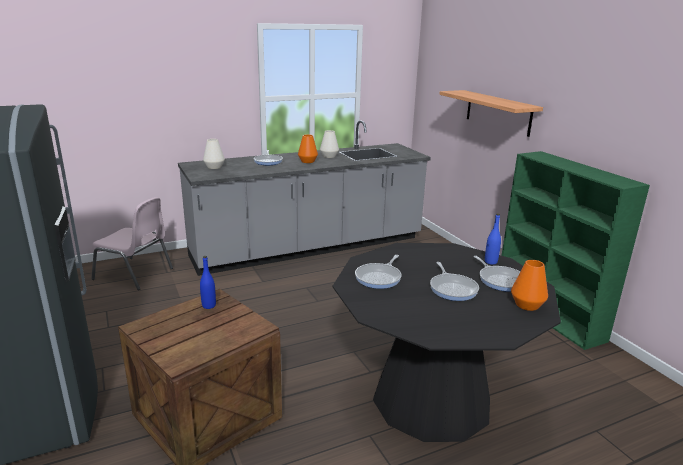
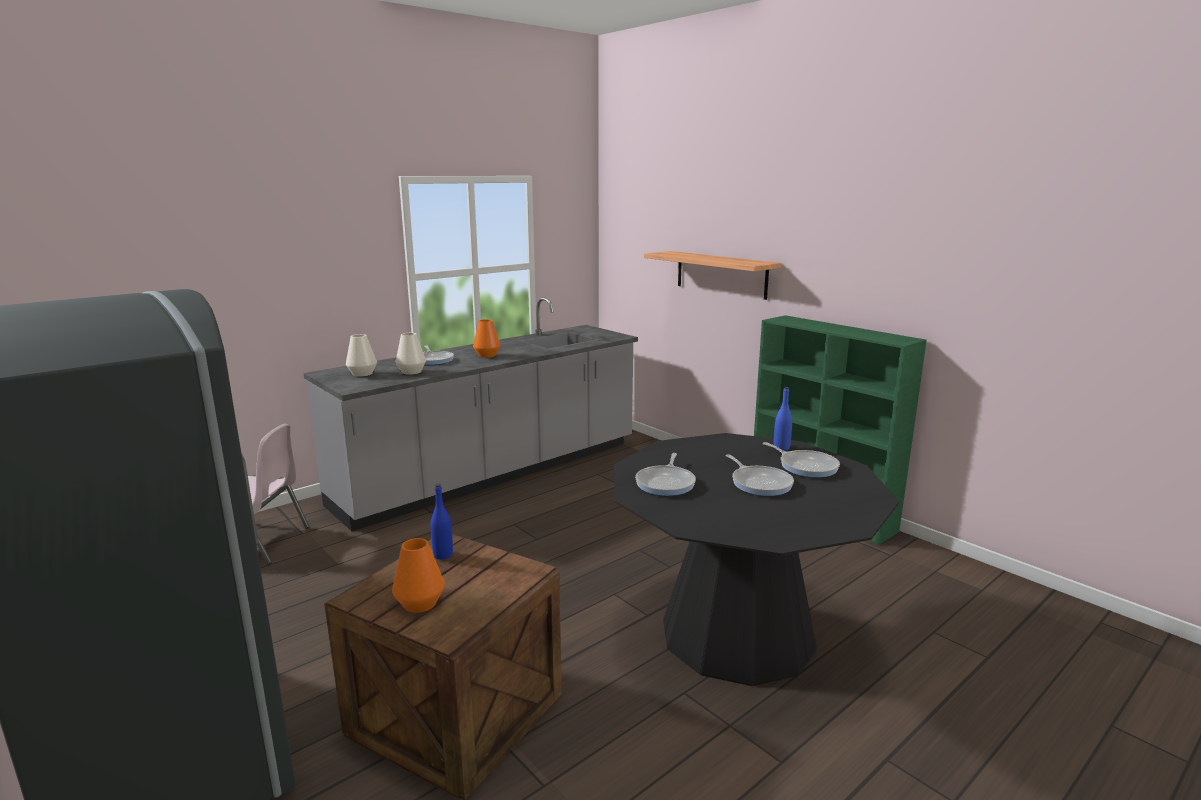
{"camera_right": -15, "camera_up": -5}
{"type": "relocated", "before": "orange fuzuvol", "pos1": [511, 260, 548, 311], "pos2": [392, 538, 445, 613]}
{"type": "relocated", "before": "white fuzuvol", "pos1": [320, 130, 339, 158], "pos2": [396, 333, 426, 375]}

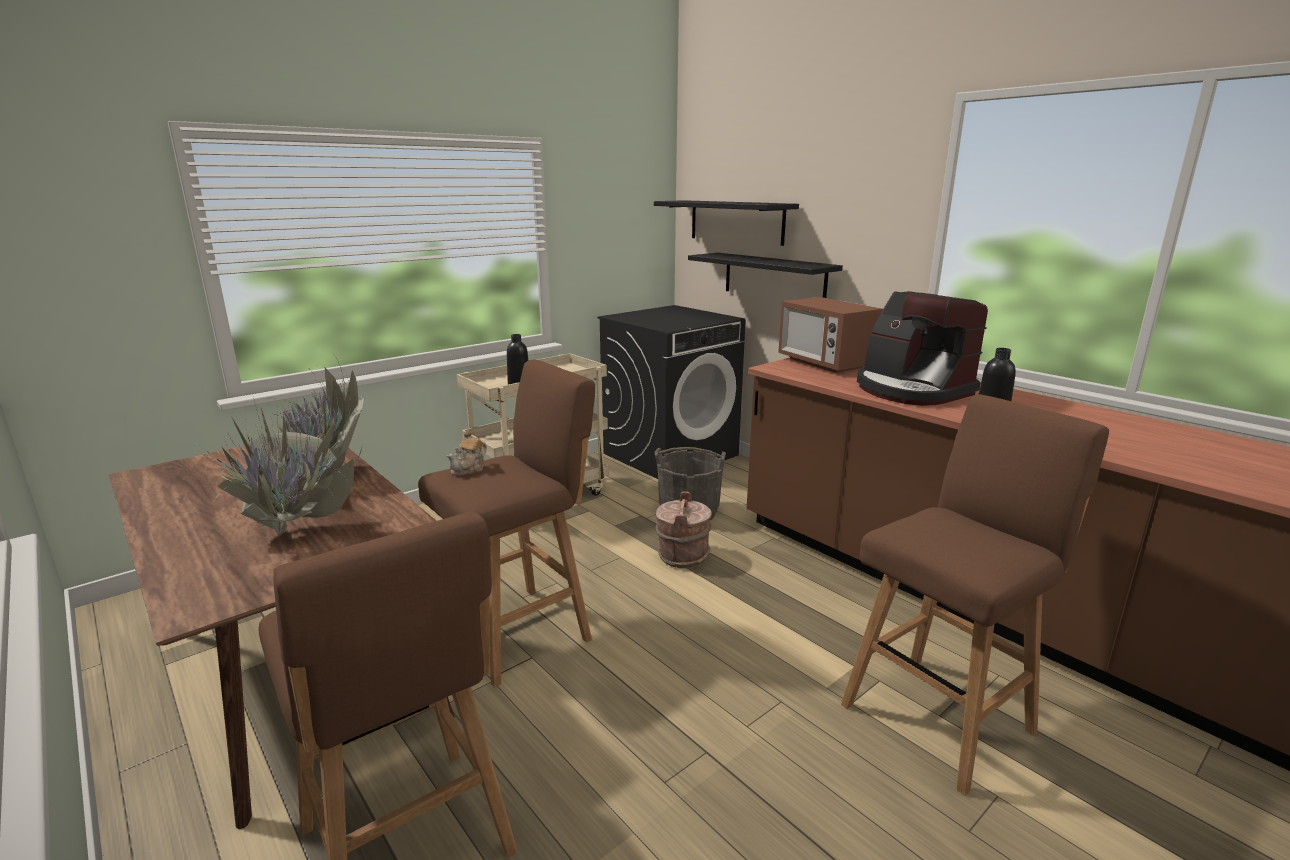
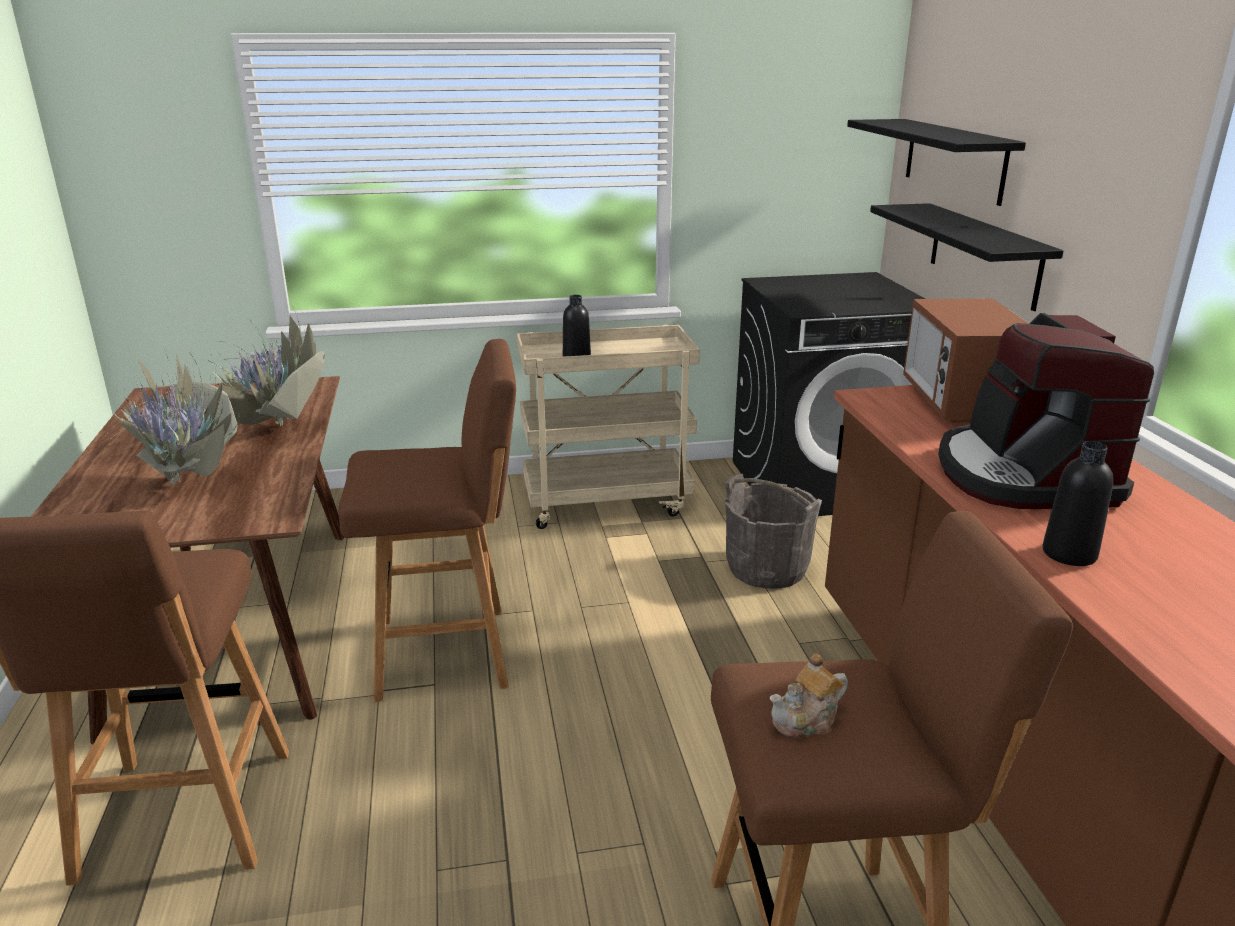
{"camera_right": 30, "camera_up": 5}
{"type": "relocated", "before": "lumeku", "pos1": [447, 430, 487, 476], "pos2": [770, 653, 848, 737]}
{"type": "missing", "before": "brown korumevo", "pos1": [655, 491, 712, 568]}

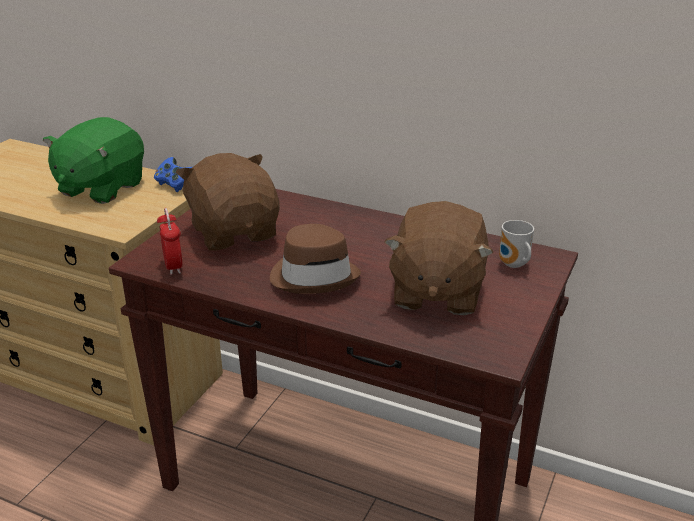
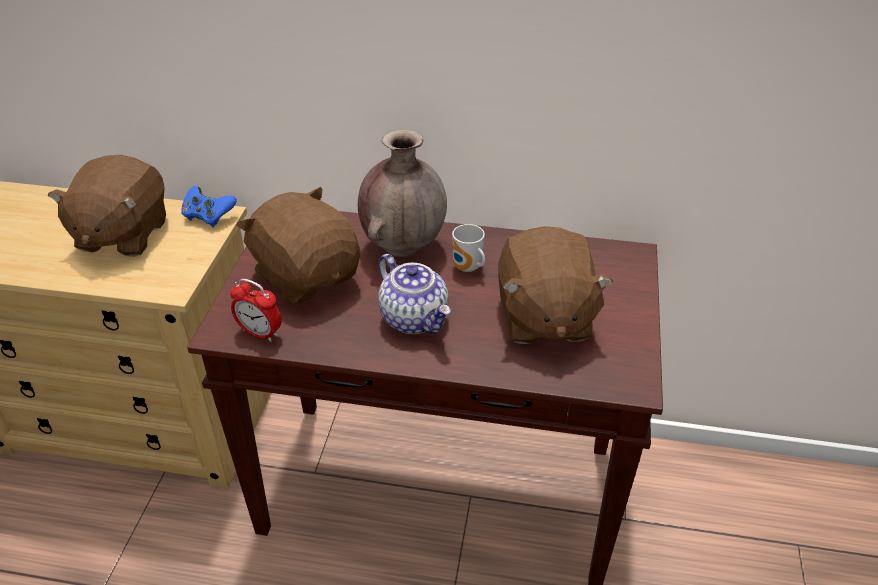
{"camera_right": -15, "camera_up": 10}
{"type": "colour", "before": "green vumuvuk", "after": "brown vumuvuk", "pos1": [43, 117, 144, 204], "pos2": [48, 155, 166, 257]}
{"type": "spun", "before": "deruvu", "pos1": [157, 208, 182, 275], "pos2": [230, 279, 282, 342], "turn": 150}
{"type": "appeared", "after": "brown fuzuvol", "pos2": [358, 130, 447, 257]}
{"type": "exchanged", "before": "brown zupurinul", "after": "lumeku", "pos1": [270, 224, 361, 294], "pos2": [378, 254, 451, 334]}
{"type": "relocated", "before": "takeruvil", "pos1": [499, 220, 534, 268], "pos2": [452, 224, 485, 272]}

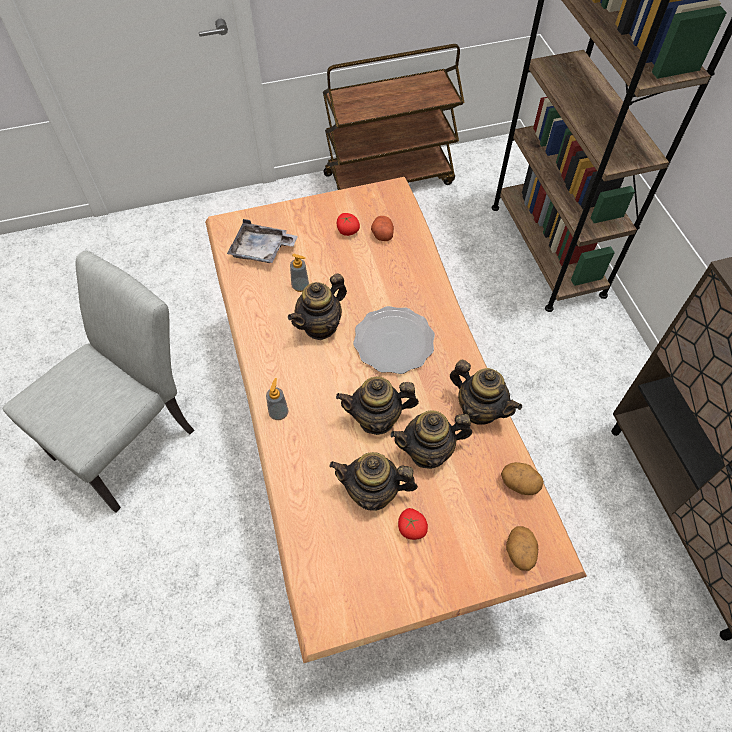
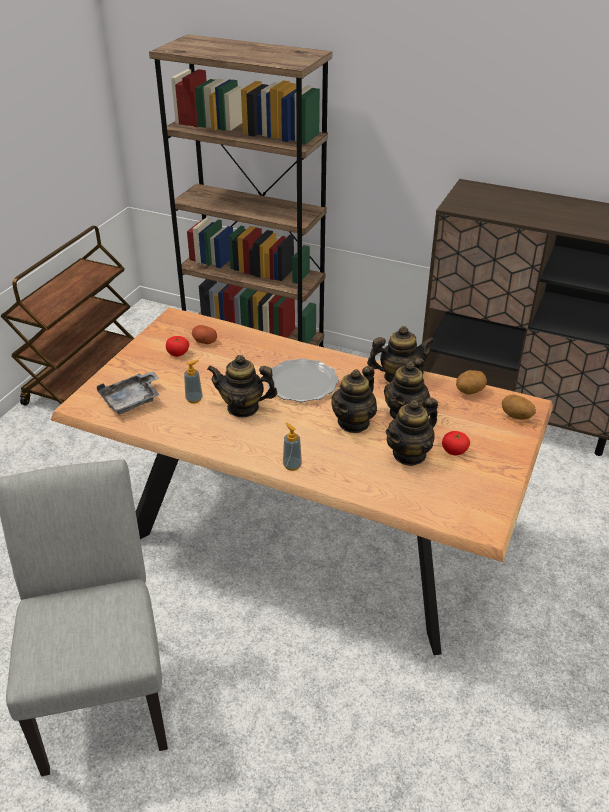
{"camera_right": -50, "camera_up": -20}
{"type": "spun", "before": "lumeku", "pos1": [288, 273, 347, 340], "pos2": [207, 355, 277, 417], "turn": 105}

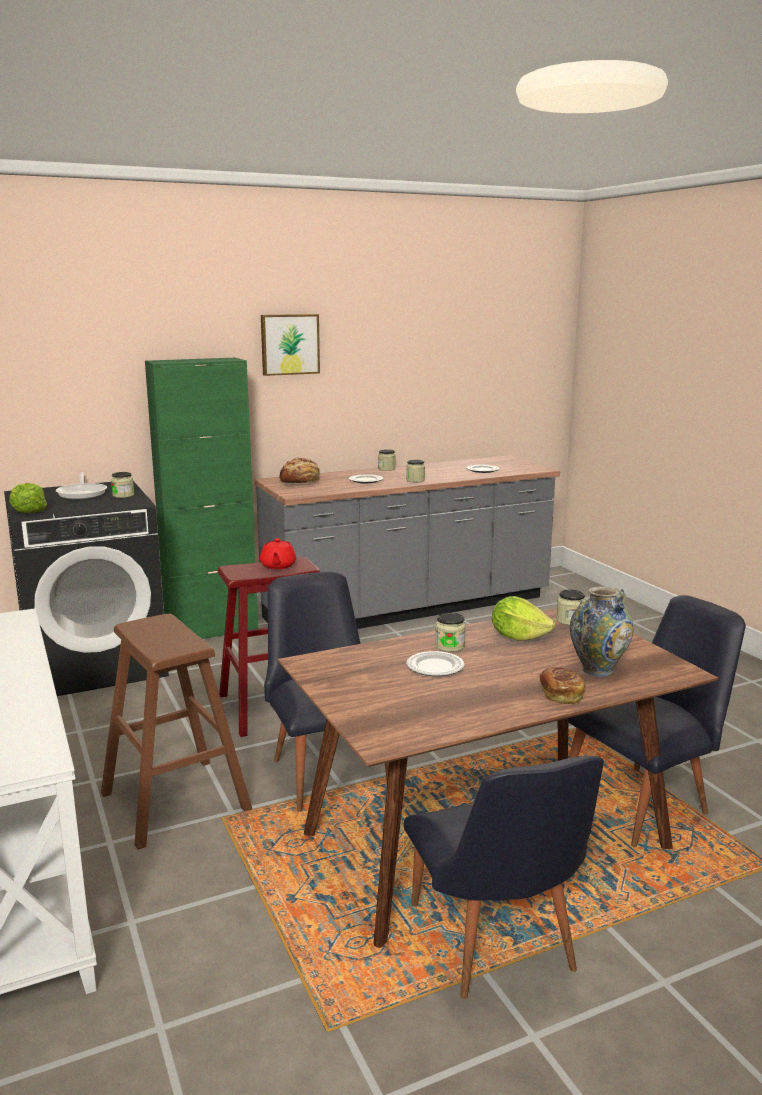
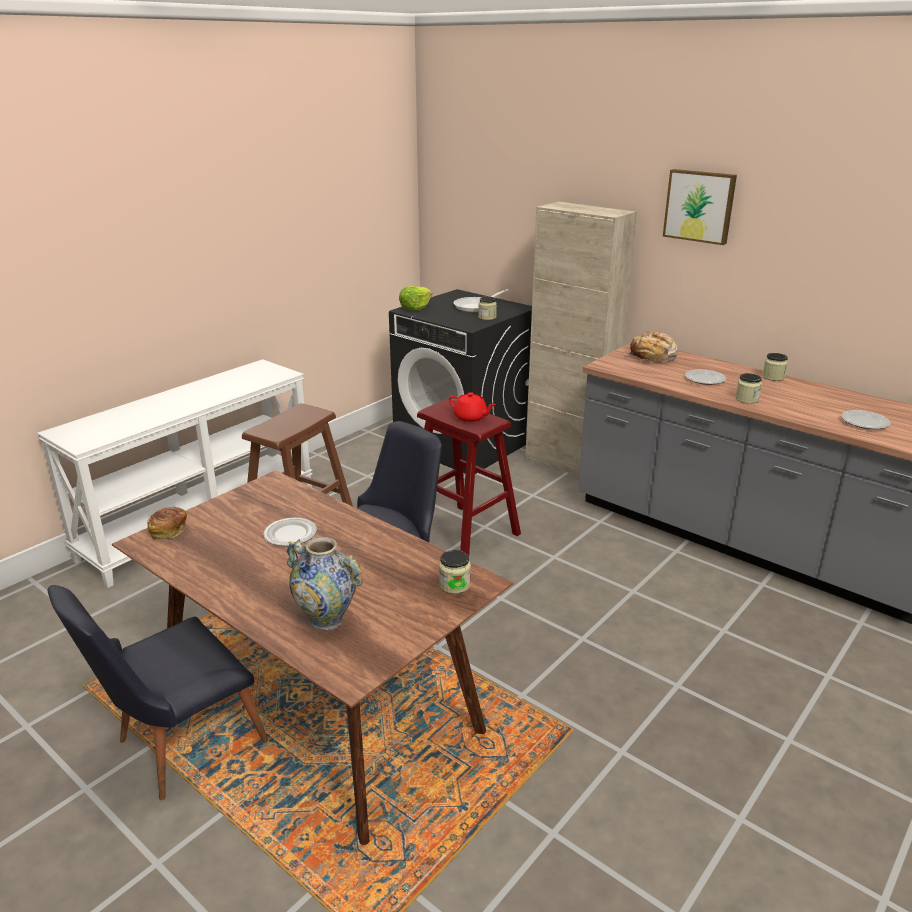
{"camera_right": 65, "camera_up": 10}
{"type": "relocated", "before": "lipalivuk", "pos1": [540, 667, 586, 704], "pos2": [147, 507, 187, 540]}
{"type": "spun", "before": "red lumeku", "pos1": [260, 538, 296, 569], "pos2": [449, 392, 496, 422], "turn": -120}
{"type": "colour", "before": "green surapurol", "after": "beige surapurol", "pos1": [145, 357, 258, 639], "pos2": [525, 202, 637, 477]}
{"type": "missing", "before": "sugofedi", "pos1": [435, 613, 466, 652]}
{"type": "missing", "before": "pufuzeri", "pos1": [492, 596, 555, 641]}
{"type": "missing", "before": "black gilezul", "pos1": [567, 595, 746, 847]}

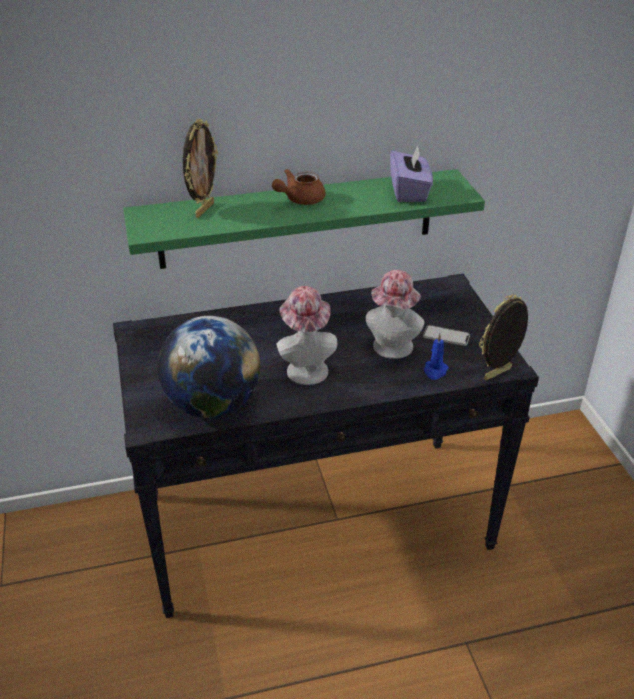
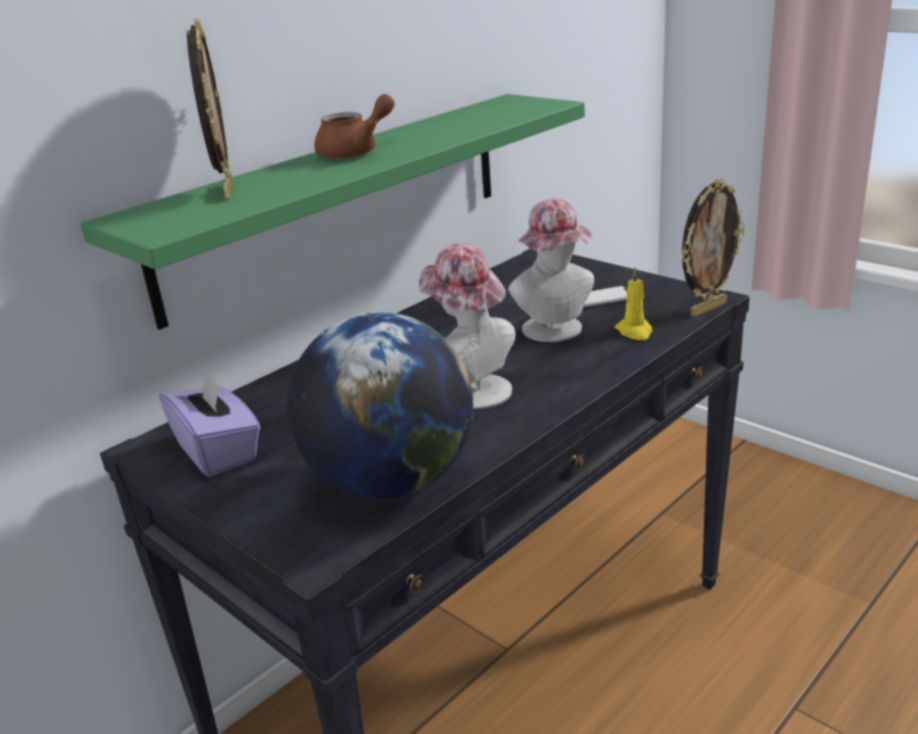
{"camera_right": -30, "camera_up": -10}
{"type": "relocated", "before": "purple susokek", "pos1": [390, 146, 433, 202], "pos2": [159, 369, 260, 477]}
{"type": "spun", "before": "brown lumeku", "pos1": [272, 169, 325, 205], "pos2": [314, 94, 395, 159], "turn": -150}
{"type": "colour", "before": "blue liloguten", "after": "yellow liloguten", "pos1": [424, 333, 449, 380], "pos2": [615, 267, 652, 340]}
{"type": "spun", "before": "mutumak", "pos1": [479, 294, 528, 380], "pos2": [681, 178, 744, 317], "turn": -150}

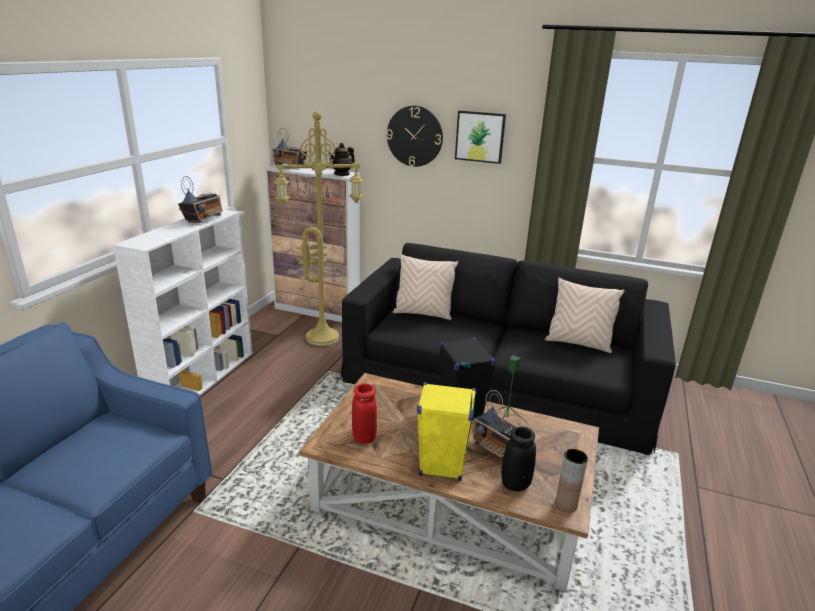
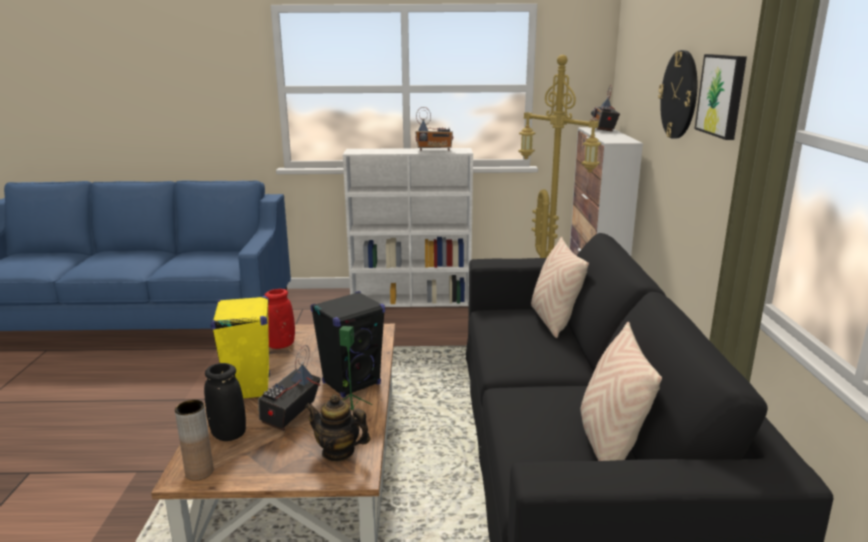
{"camera_right": 70, "camera_up": -5}
{"type": "relocated", "before": "lumeku", "pos1": [328, 143, 355, 176], "pos2": [305, 395, 370, 462]}

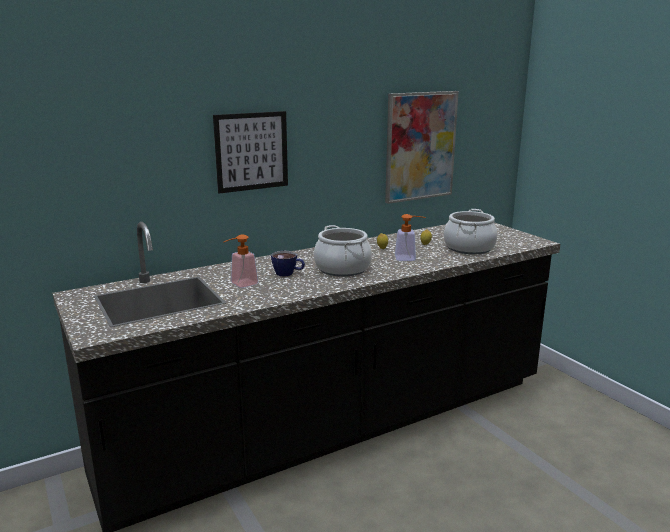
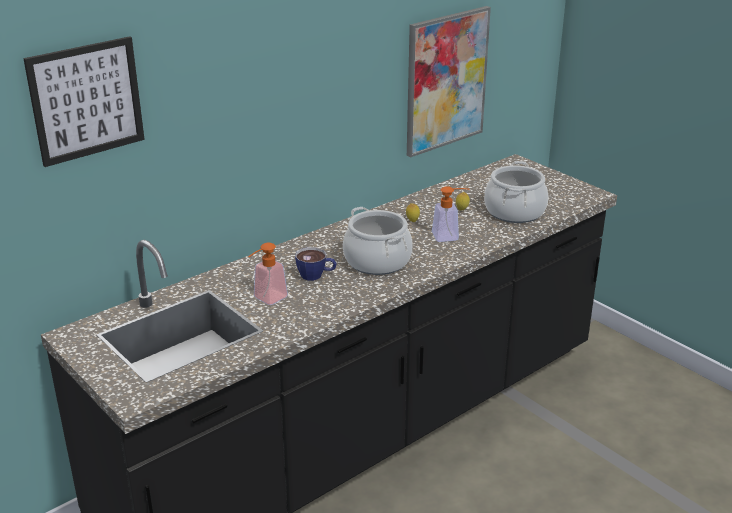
{"camera_right": -10, "camera_up": 10}
{"type": "relocated", "before": "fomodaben", "pos1": [213, 111, 288, 193], "pos2": [23, 36, 145, 167]}

